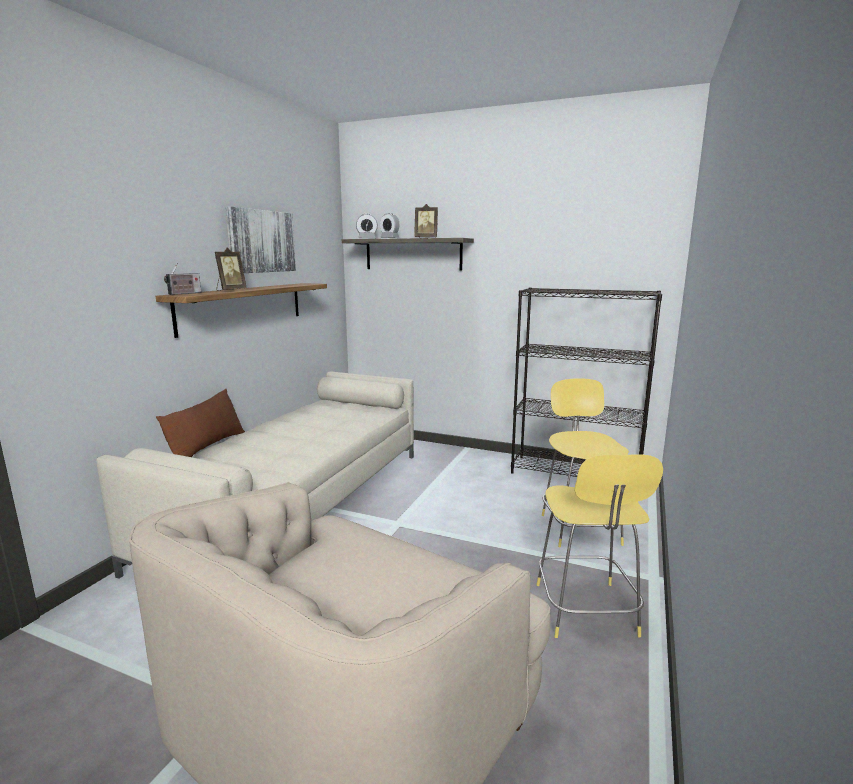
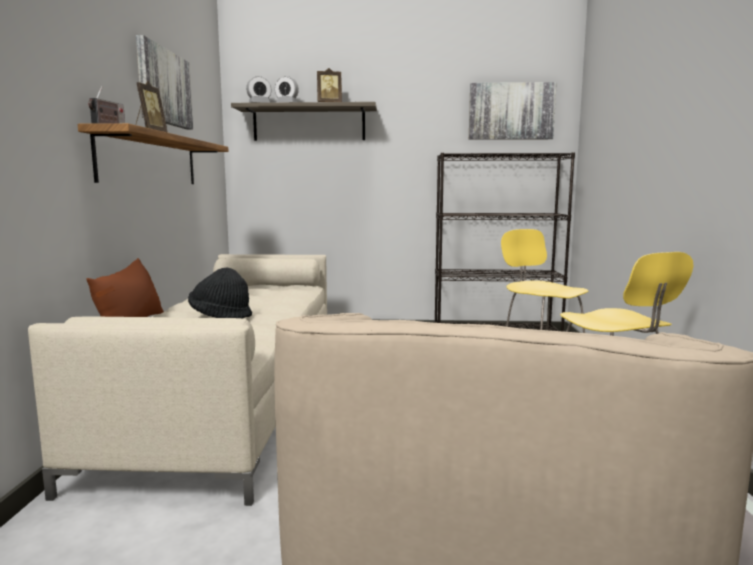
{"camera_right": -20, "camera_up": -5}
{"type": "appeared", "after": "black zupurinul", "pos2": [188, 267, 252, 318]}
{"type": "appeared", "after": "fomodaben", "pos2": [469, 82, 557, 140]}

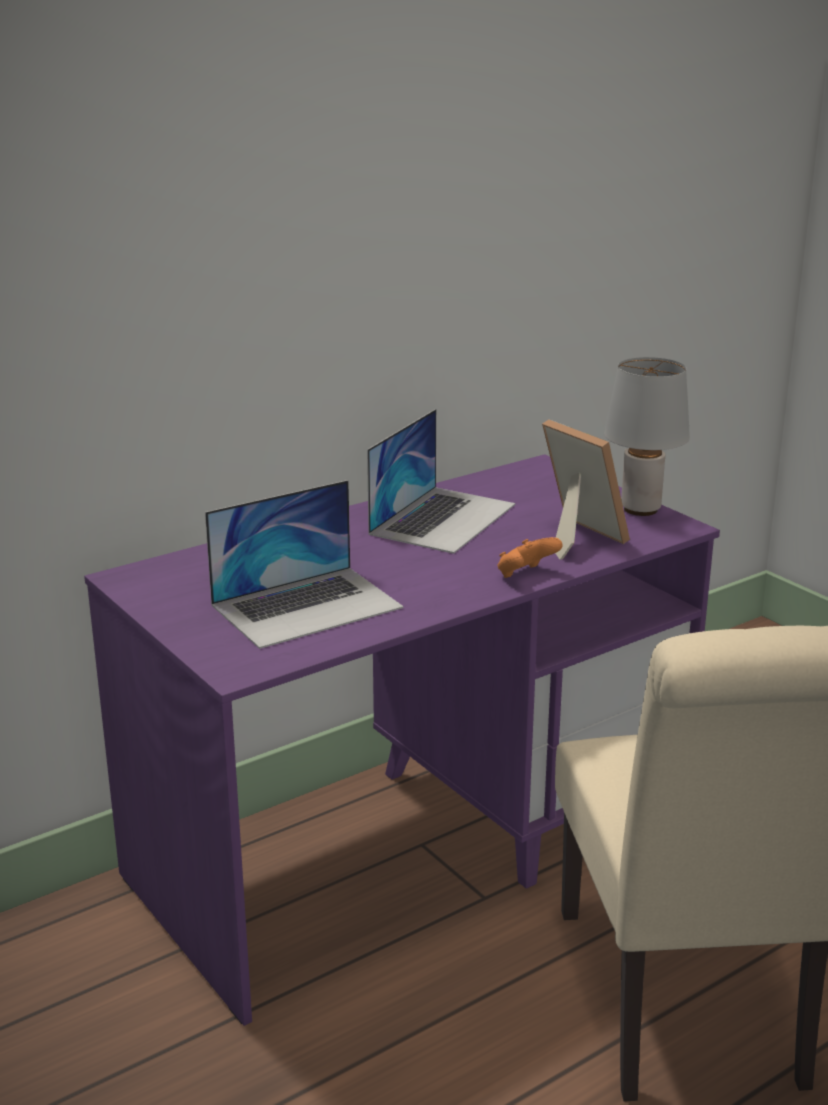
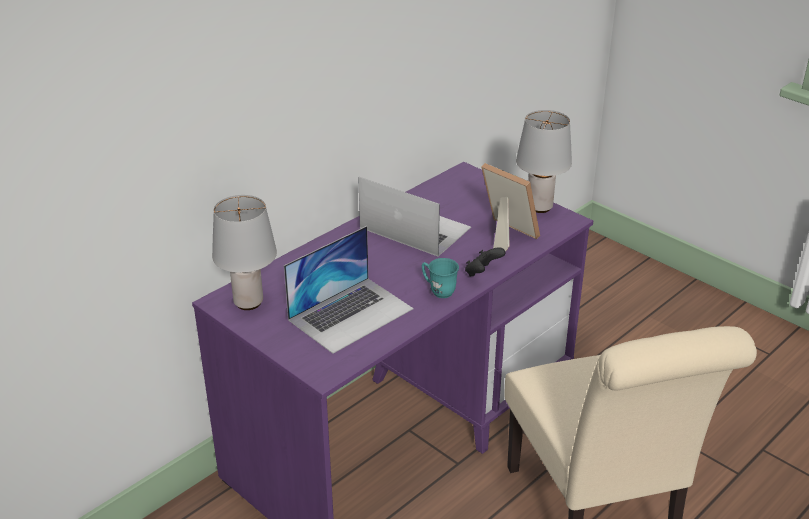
{"camera_right": -10, "camera_up": 10}
{"type": "appeared", "after": "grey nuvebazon", "pos2": [212, 195, 277, 310]}
{"type": "spun", "before": "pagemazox", "pos1": [367, 409, 515, 554], "pos2": [358, 177, 471, 256], "turn": -75}
{"type": "appeared", "after": "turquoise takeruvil", "pos2": [422, 258, 459, 298]}
{"type": "colour", "before": "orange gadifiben", "after": "black gadifiben", "pos1": [498, 537, 563, 578], "pos2": [465, 247, 505, 277]}

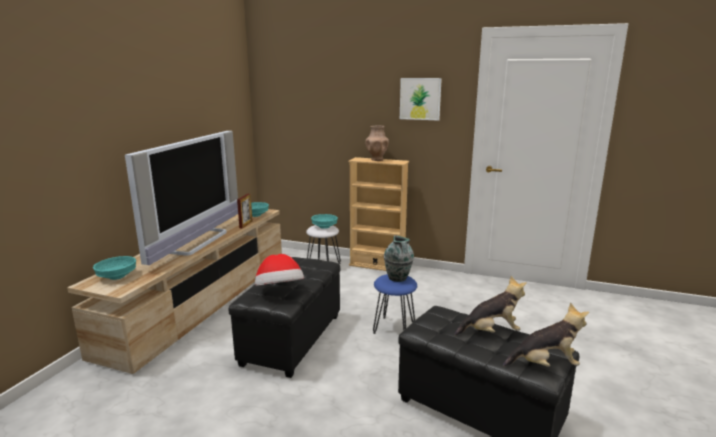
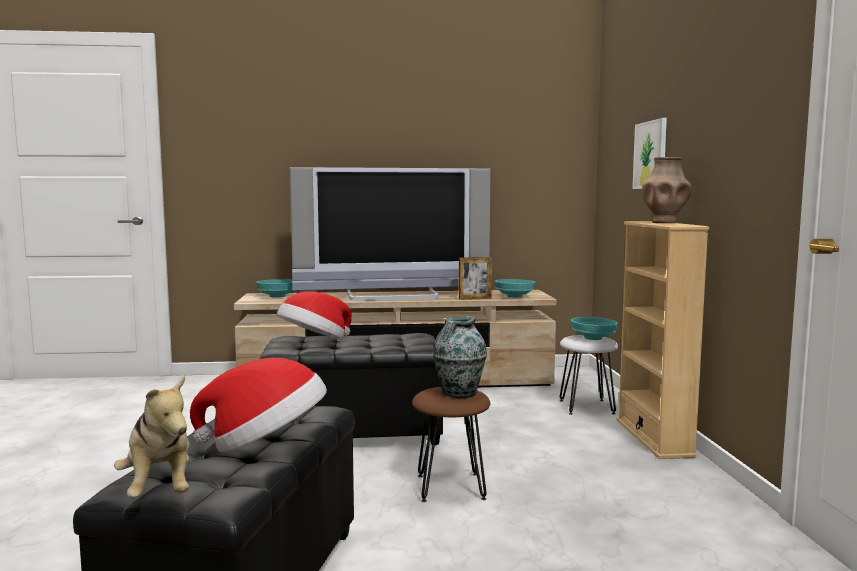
{"camera_right": 65, "camera_up": -10}
{"type": "exchanged", "before": "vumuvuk", "after": "zupurinul", "pos1": [454, 276, 527, 336], "pos2": [190, 357, 327, 452]}
{"type": "colour", "before": "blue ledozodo", "after": "brown ledozodo", "pos1": [373, 274, 417, 334], "pos2": [412, 387, 490, 502]}
{"type": "relocated", "before": "fomodaben", "pos1": [400, 78, 442, 121], "pos2": [632, 118, 667, 189]}

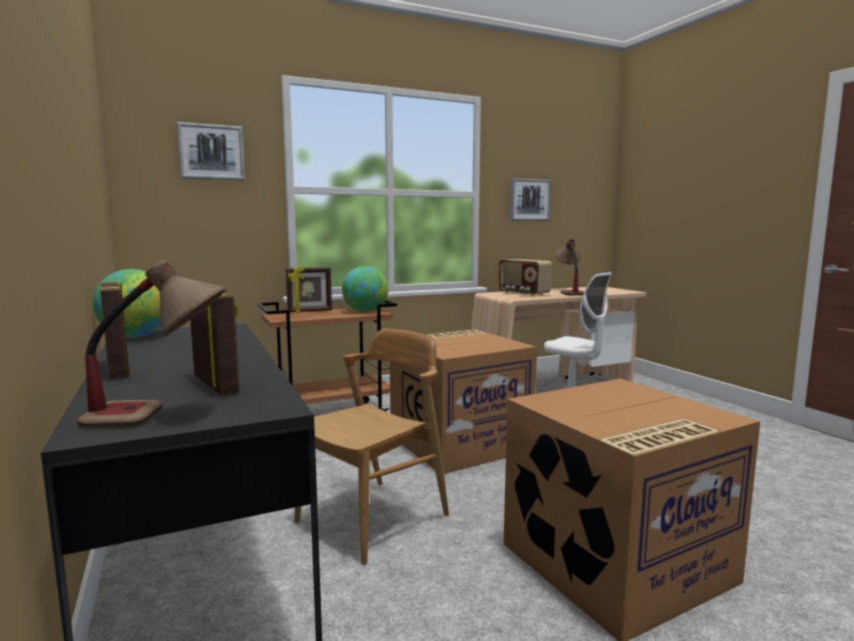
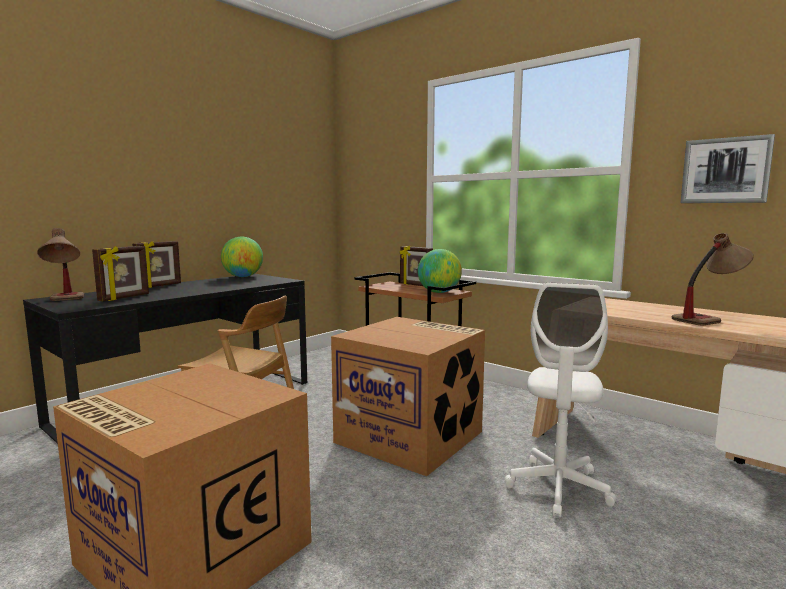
{"camera_right": 65, "camera_up": 0}
{"type": "missing", "before": "fomodaben", "pos1": [176, 122, 245, 181]}
{"type": "missing", "before": "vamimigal", "pos1": [499, 259, 552, 296]}

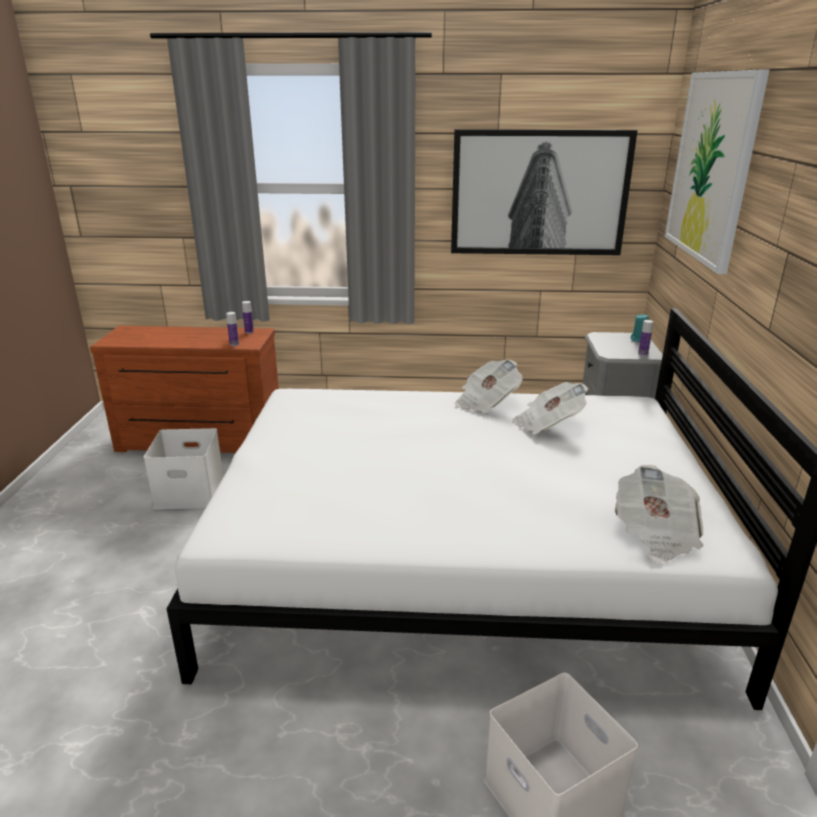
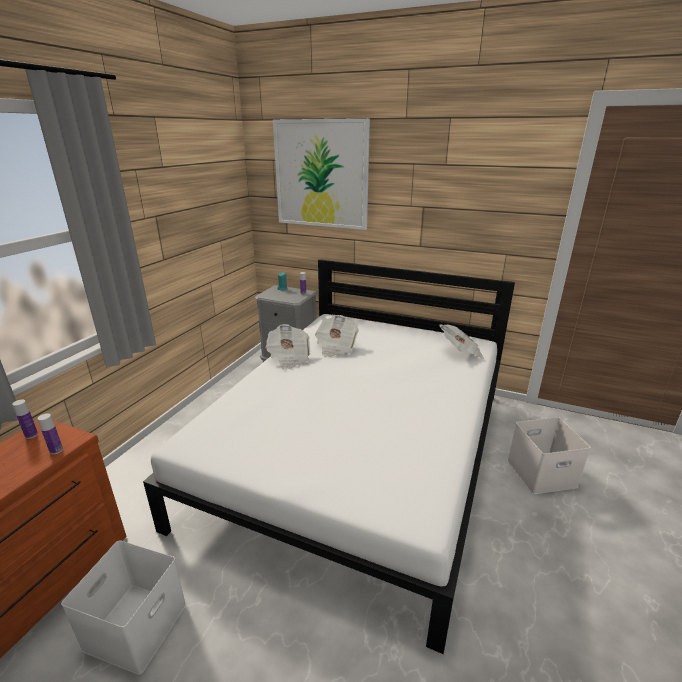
{"camera_right": -70, "camera_up": 0}
{"type": "missing", "before": "fomodaben", "pos1": [451, 129, 638, 255]}

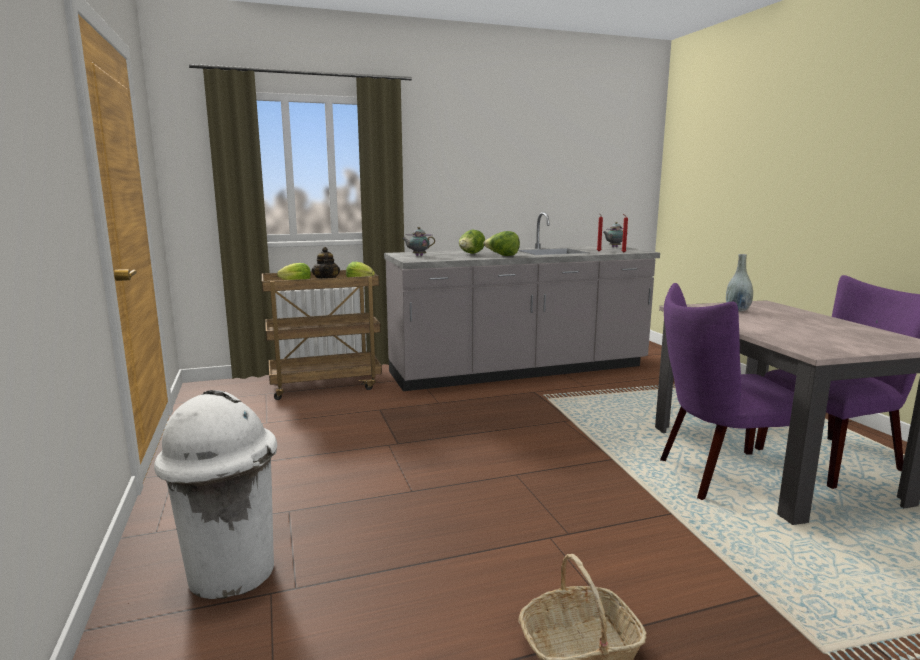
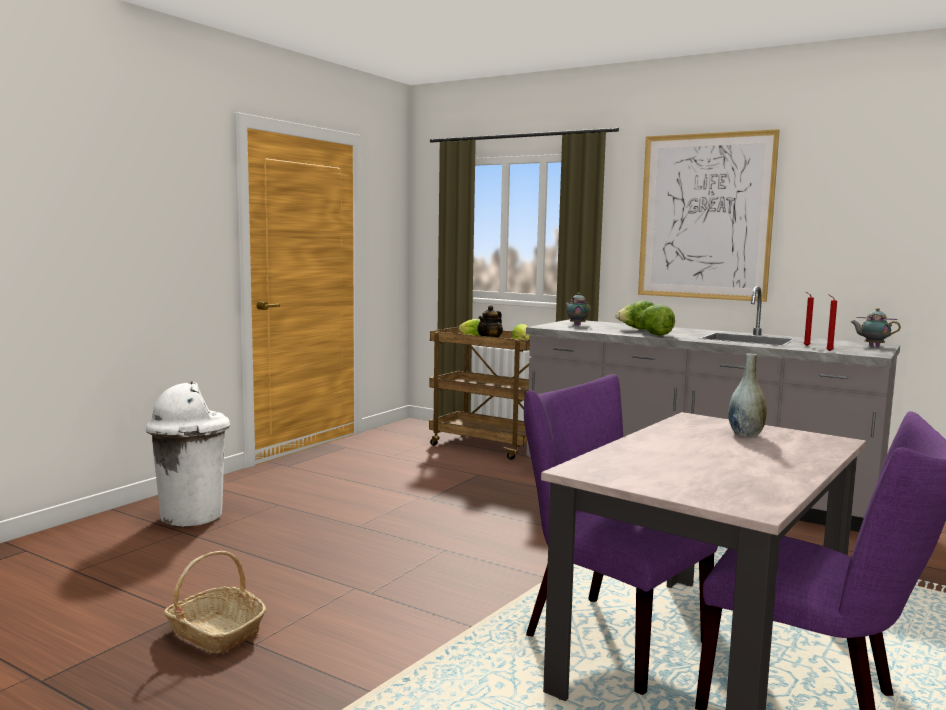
{"camera_right": 50, "camera_up": -5}
{"type": "appeared", "after": "fomodaben", "pos2": [638, 129, 780, 302]}

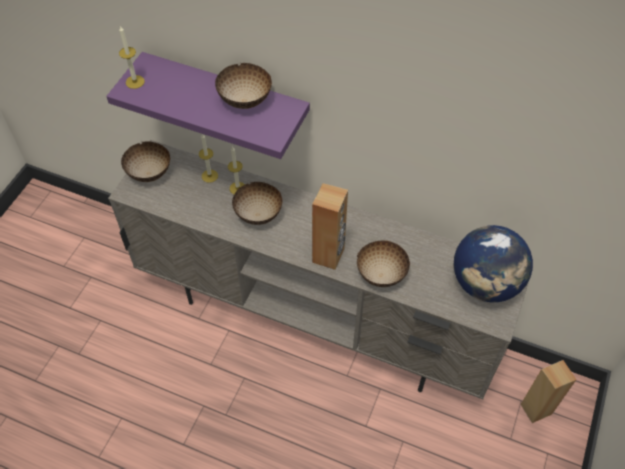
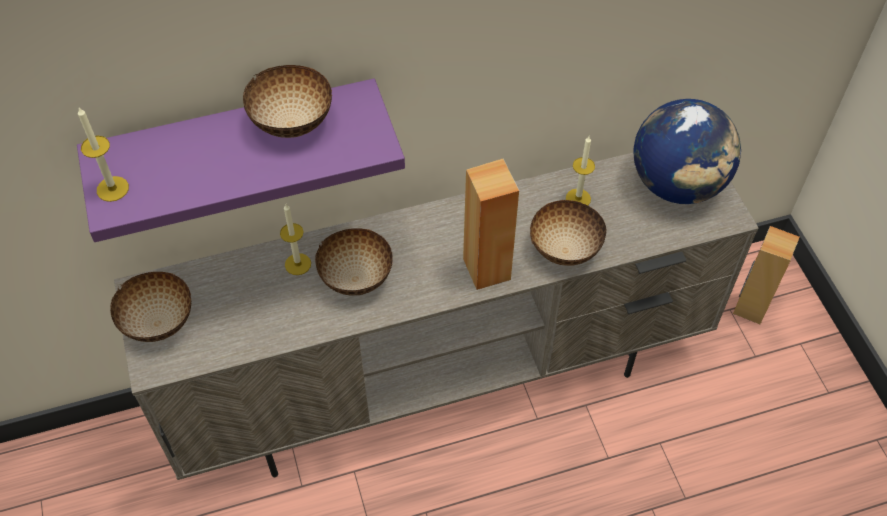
{"camera_right": -40, "camera_up": 0}
{"type": "relocated", "before": "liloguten", "pos1": [199, 134, 218, 183], "pos2": [566, 136, 595, 205]}

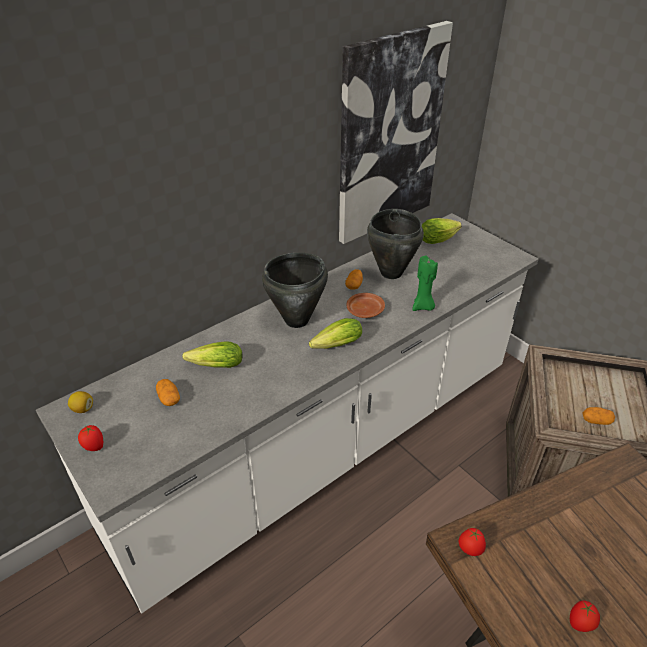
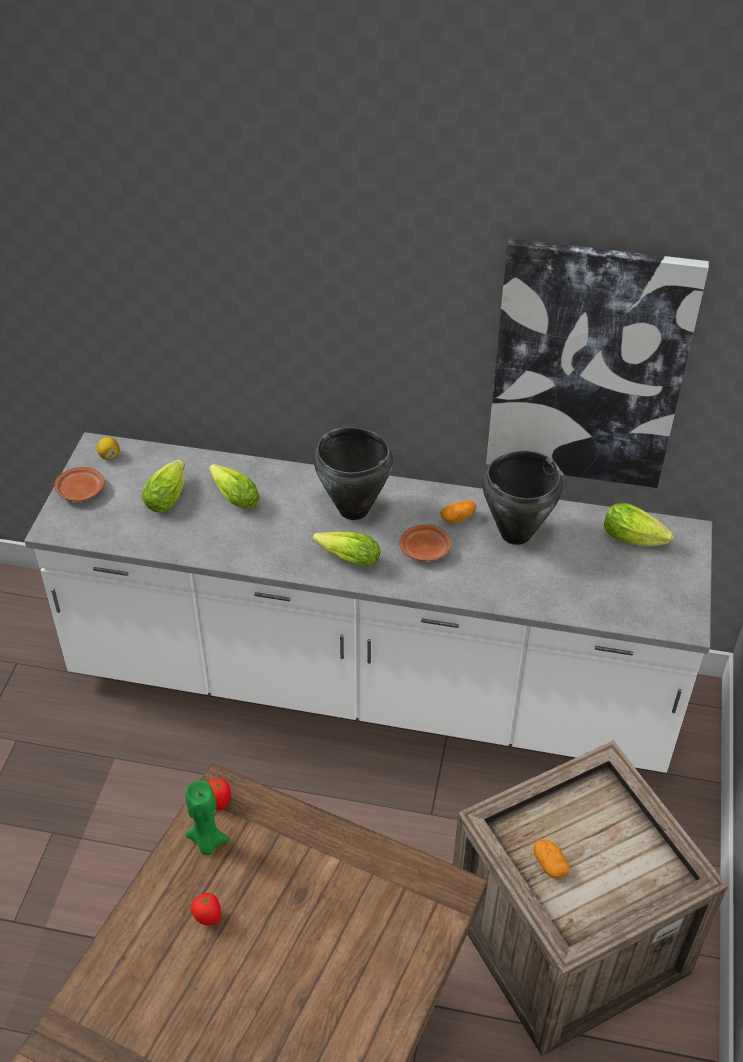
{"camera_right": 50, "camera_up": 5}
{"type": "exchanged", "before": "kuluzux", "after": "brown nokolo", "pos1": [78, 425, 103, 451], "pos2": [54, 467, 105, 501]}
{"type": "exchanged", "before": "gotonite", "after": "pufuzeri", "pos1": [156, 379, 180, 406], "pos2": [142, 460, 185, 513]}
{"type": "relocated", "before": "green liloguten", "pos1": [412, 255, 438, 311], "pos2": [185, 781, 229, 855]}

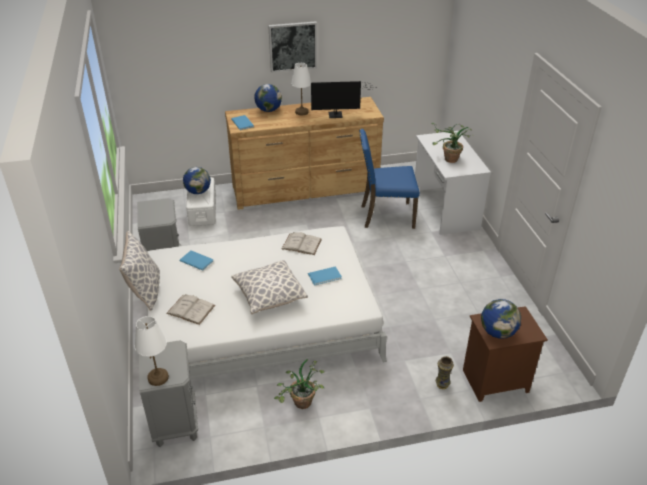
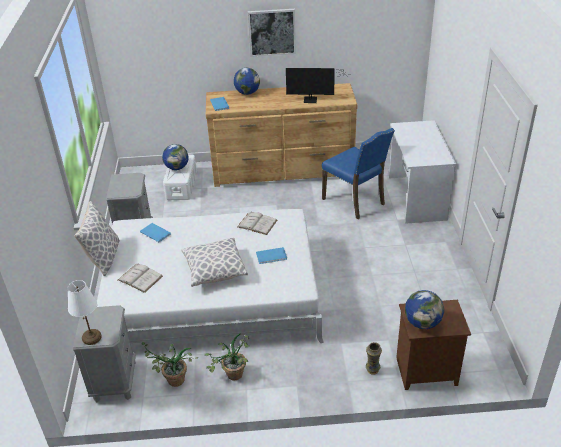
{"camera_right": 10, "camera_up": 0}
{"type": "relocated", "before": "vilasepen", "pos1": [431, 123, 472, 163], "pos2": [142, 342, 198, 387]}
{"type": "spun", "before": "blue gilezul", "pos1": [359, 129, 420, 229], "pos2": [322, 128, 395, 219], "turn": -135}
{"type": "missing", "before": "white nuvebazon", "pos1": [291, 63, 311, 115]}

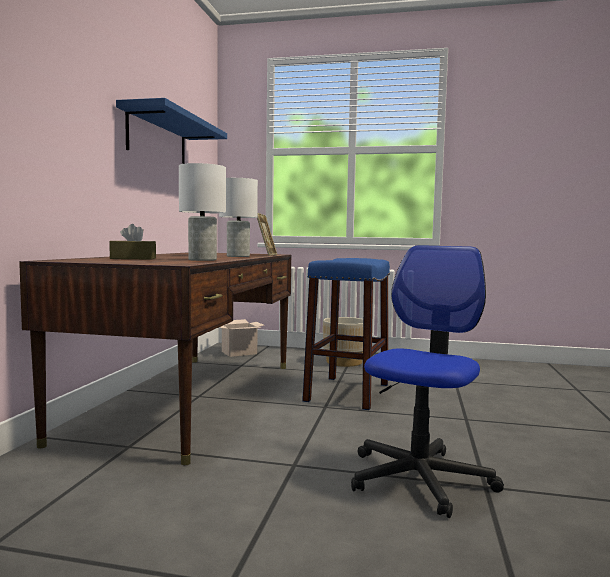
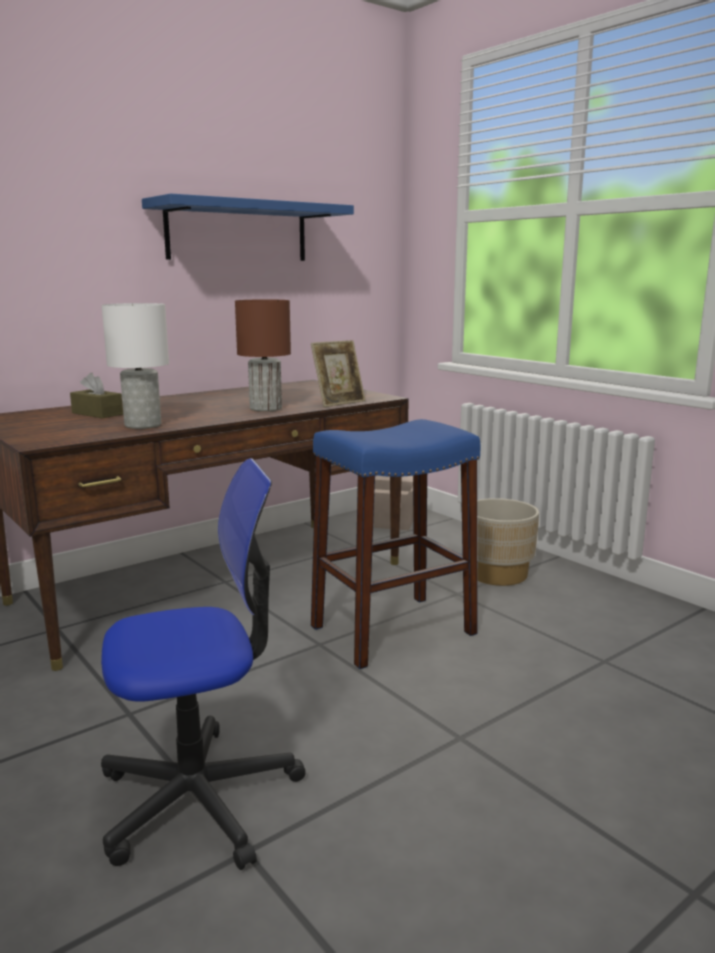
{"camera_right": 40, "camera_up": 10}
{"type": "colour", "before": "white nuvebazon", "after": "brown nuvebazon", "pos1": [219, 178, 258, 257], "pos2": [235, 299, 291, 412]}

